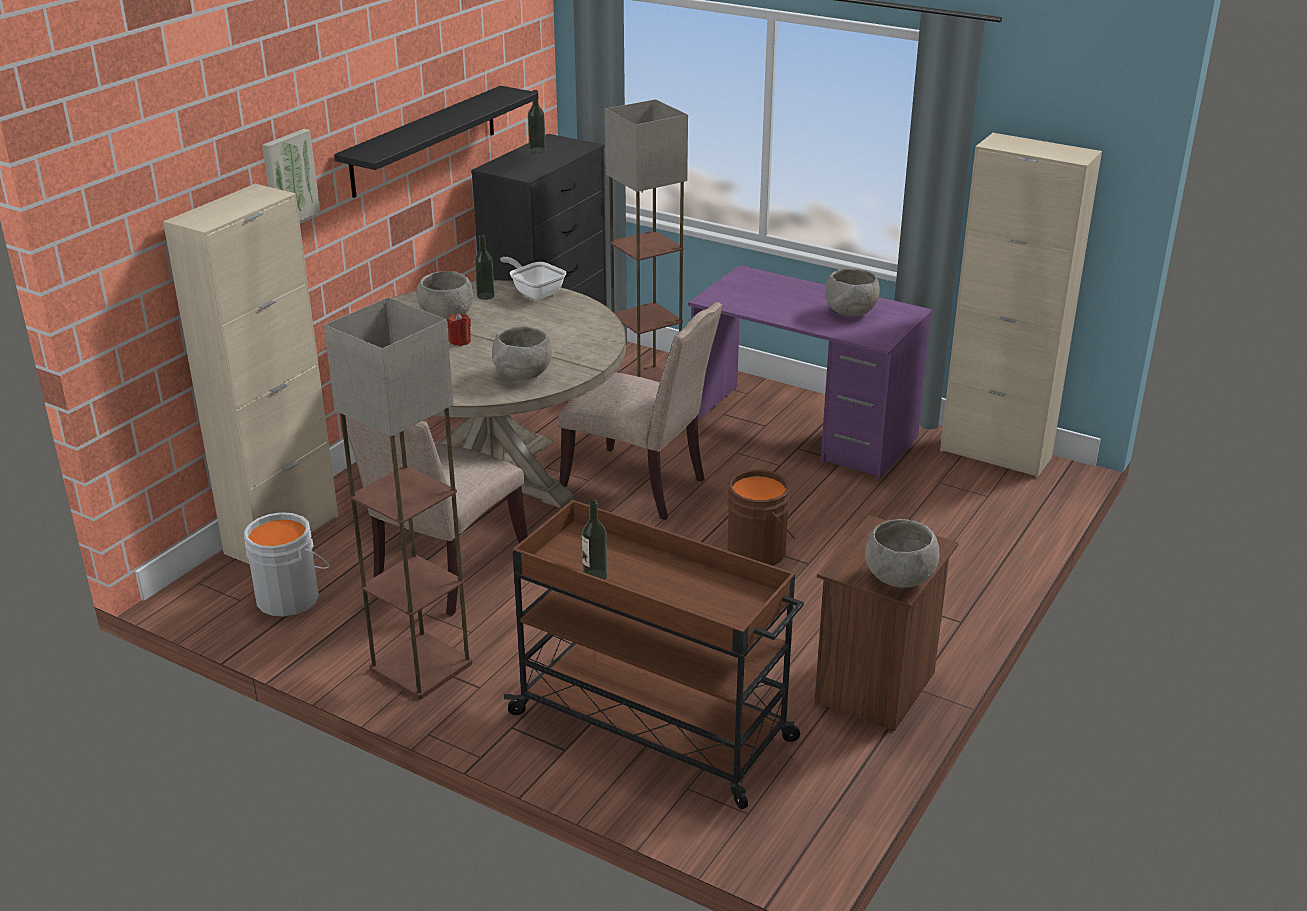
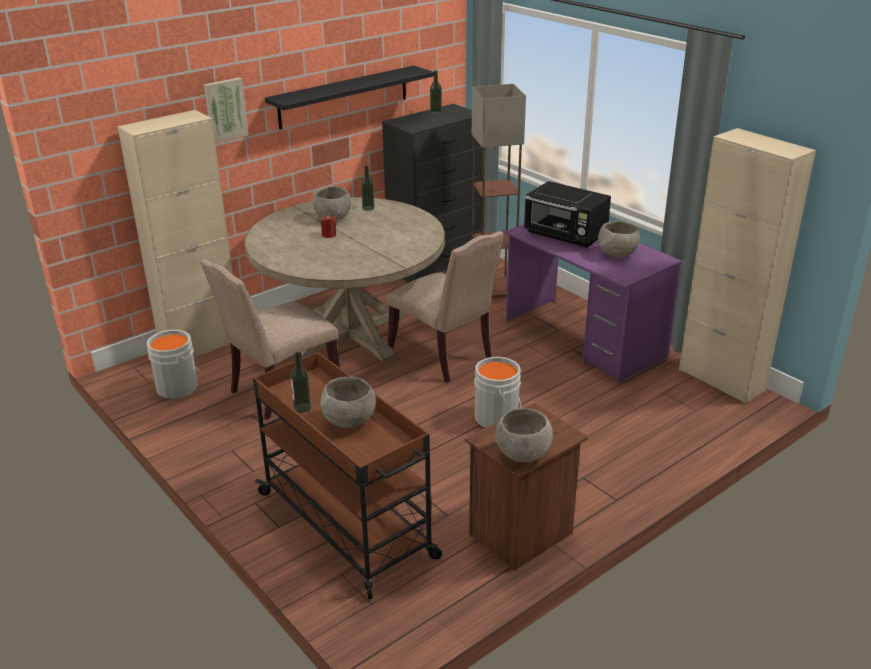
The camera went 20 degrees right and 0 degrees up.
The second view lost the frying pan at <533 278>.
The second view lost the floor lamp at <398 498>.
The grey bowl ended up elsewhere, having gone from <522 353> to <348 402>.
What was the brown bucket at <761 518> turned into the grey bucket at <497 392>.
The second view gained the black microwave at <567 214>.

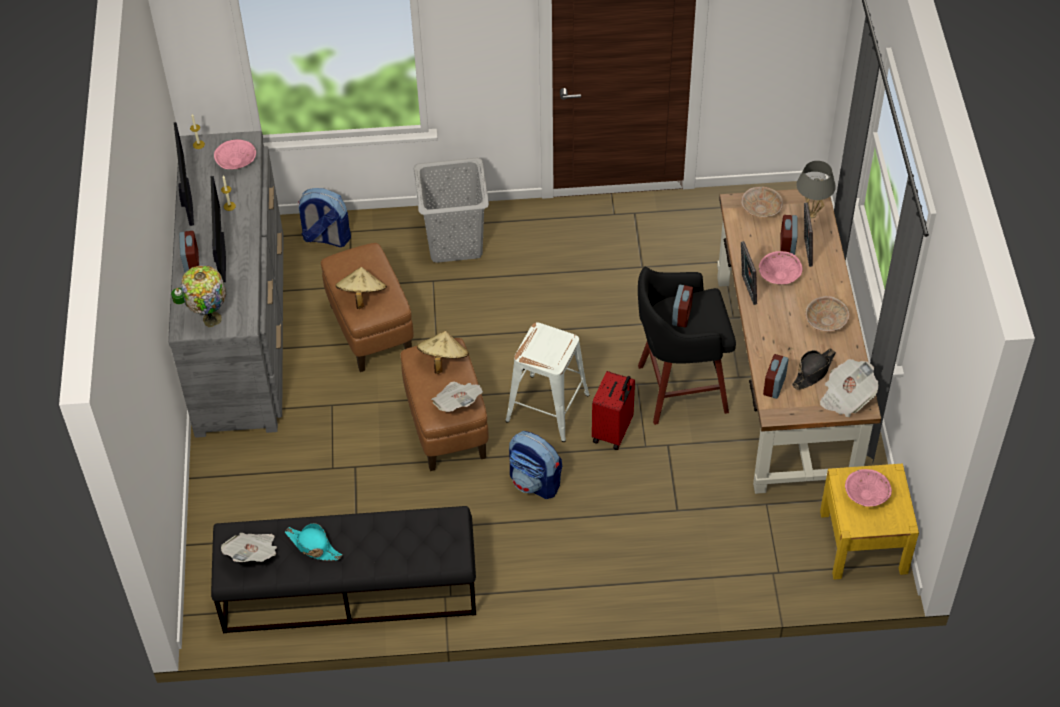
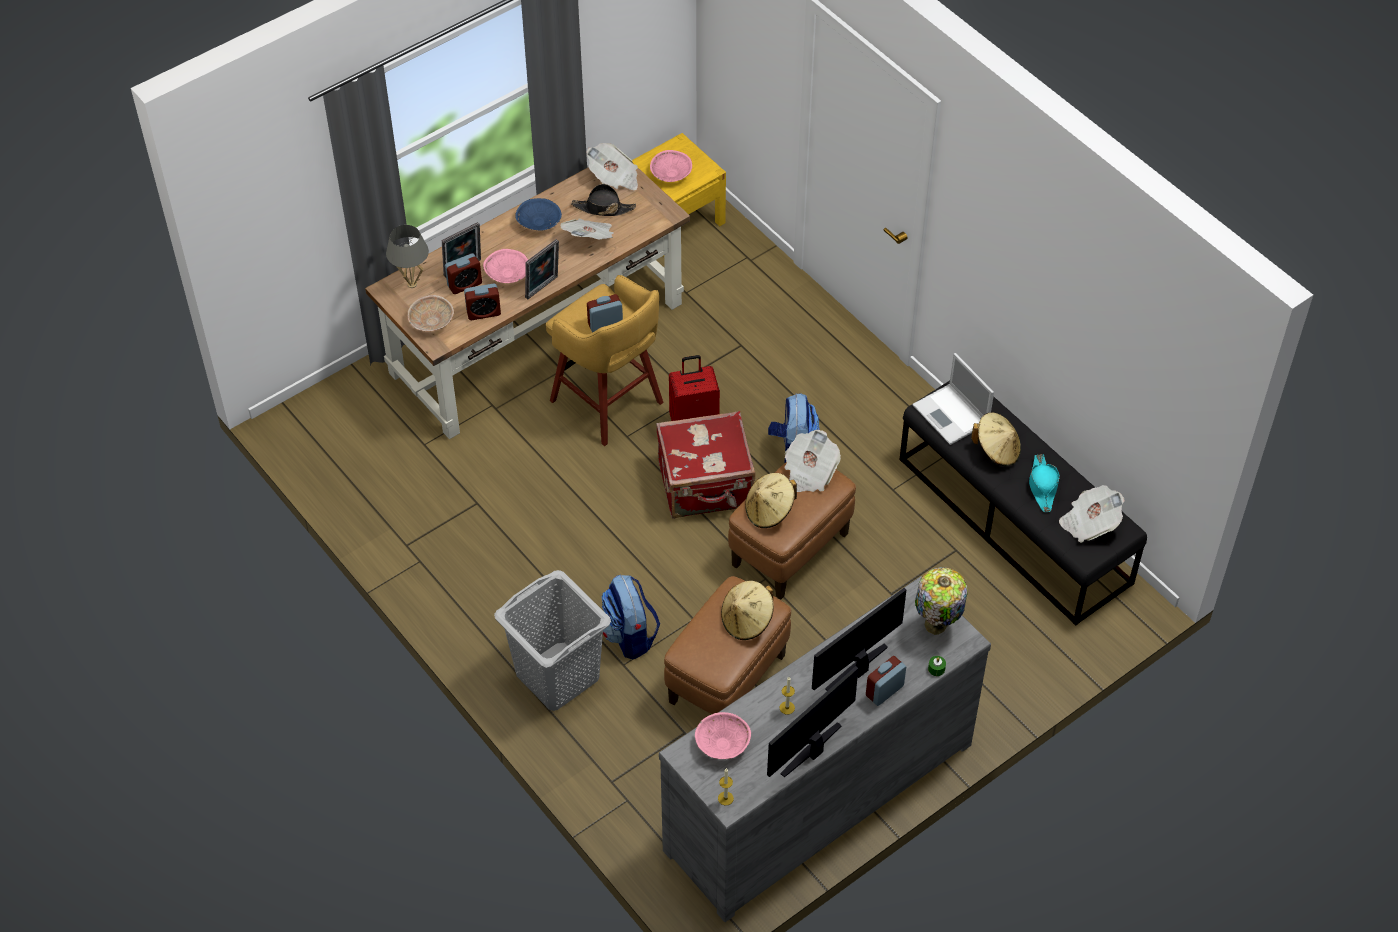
The camera went 125 degrees left and 0 degrees up.
The backpack ended up elsewhere, having gone from <324 217> to <631 617>.
What was the black stool at <687 346> turned into the yellow stool at <604 360>.
What was the beige bowl at <827 314> turned into the blue bowl at <538 214>.
Where the white stool stood at <547 382>, the red suitcase came to stand at <706 465>.
The alarm clock ended up elsewhere, having gone from <775 376> to <482 301>.
The second view gained the newspaper at <587 229>.
The second view gained the laptop at <953 399>.
The second view gained the beige hat at <996 439>.

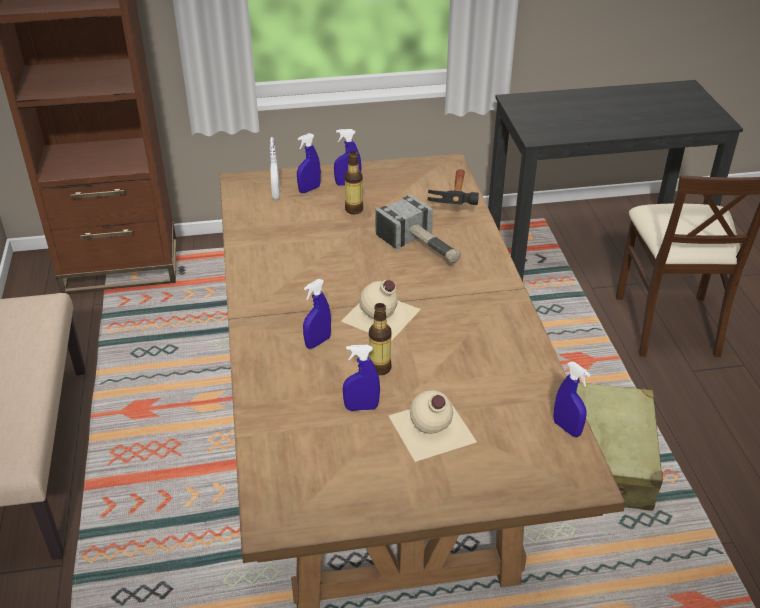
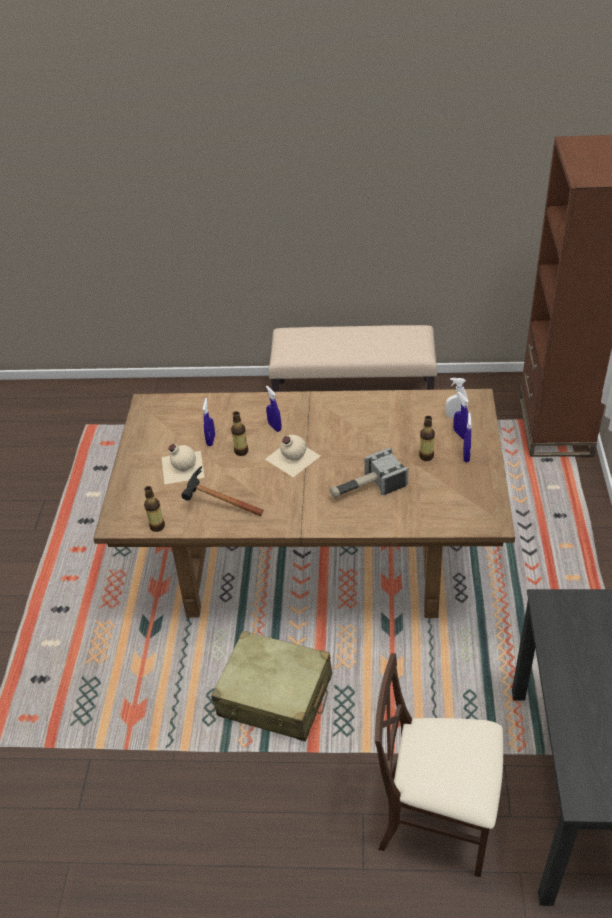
The camera went 105 degrees right and 5 degrees up.
The hammer ended up elsewhere, having gone from <453 187> to <222 491>.
Where the blue spray bottle stood at <571 399>, the bottle came to stand at <154 509>.

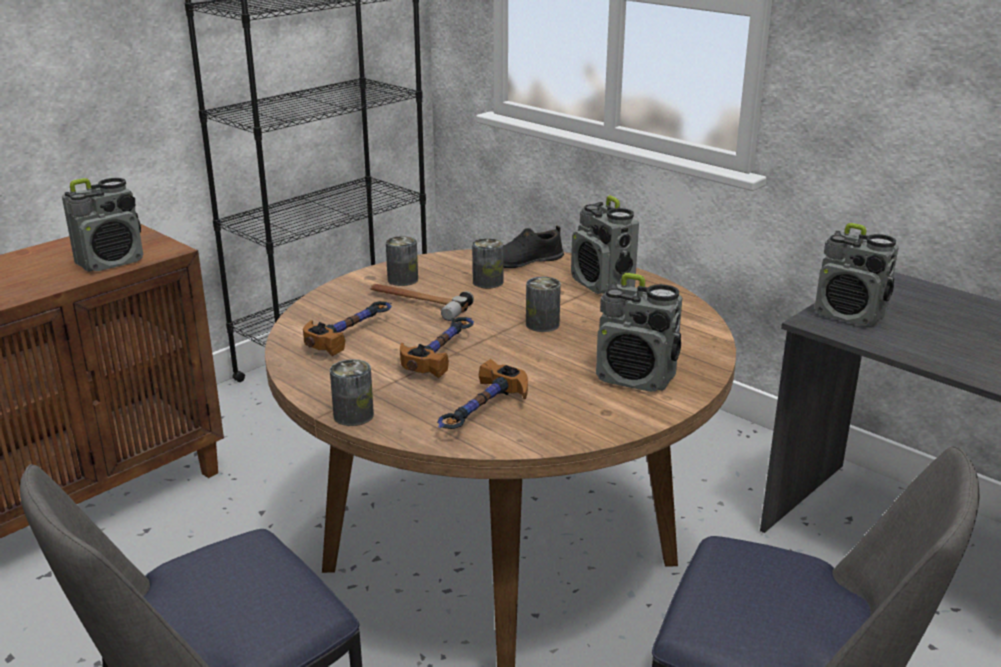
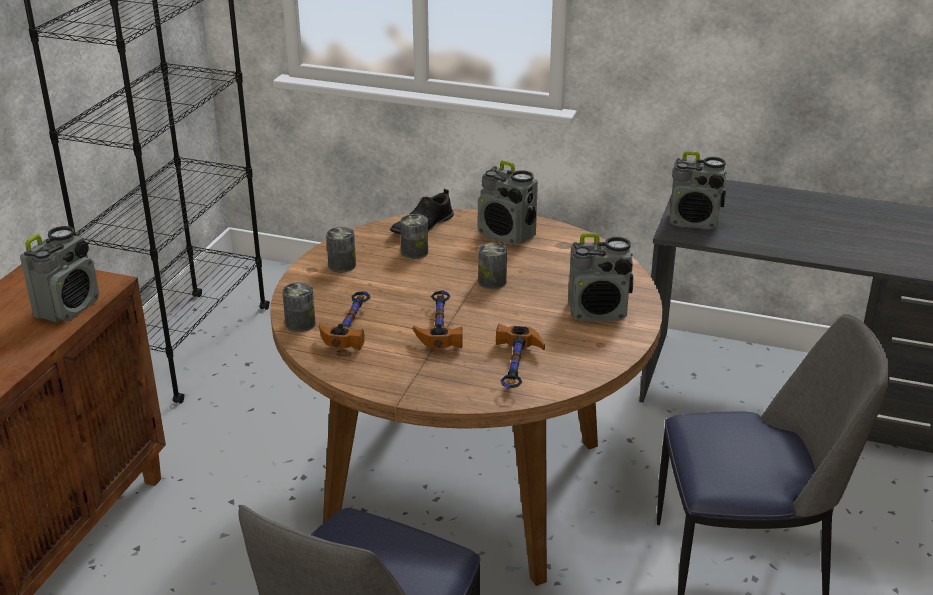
The camera went 25 degrees left and 5 degrees up.
The second view lost the hammer at <422 302>.
The can ended up elsewhere, having gone from <352 392> to <299 307>.

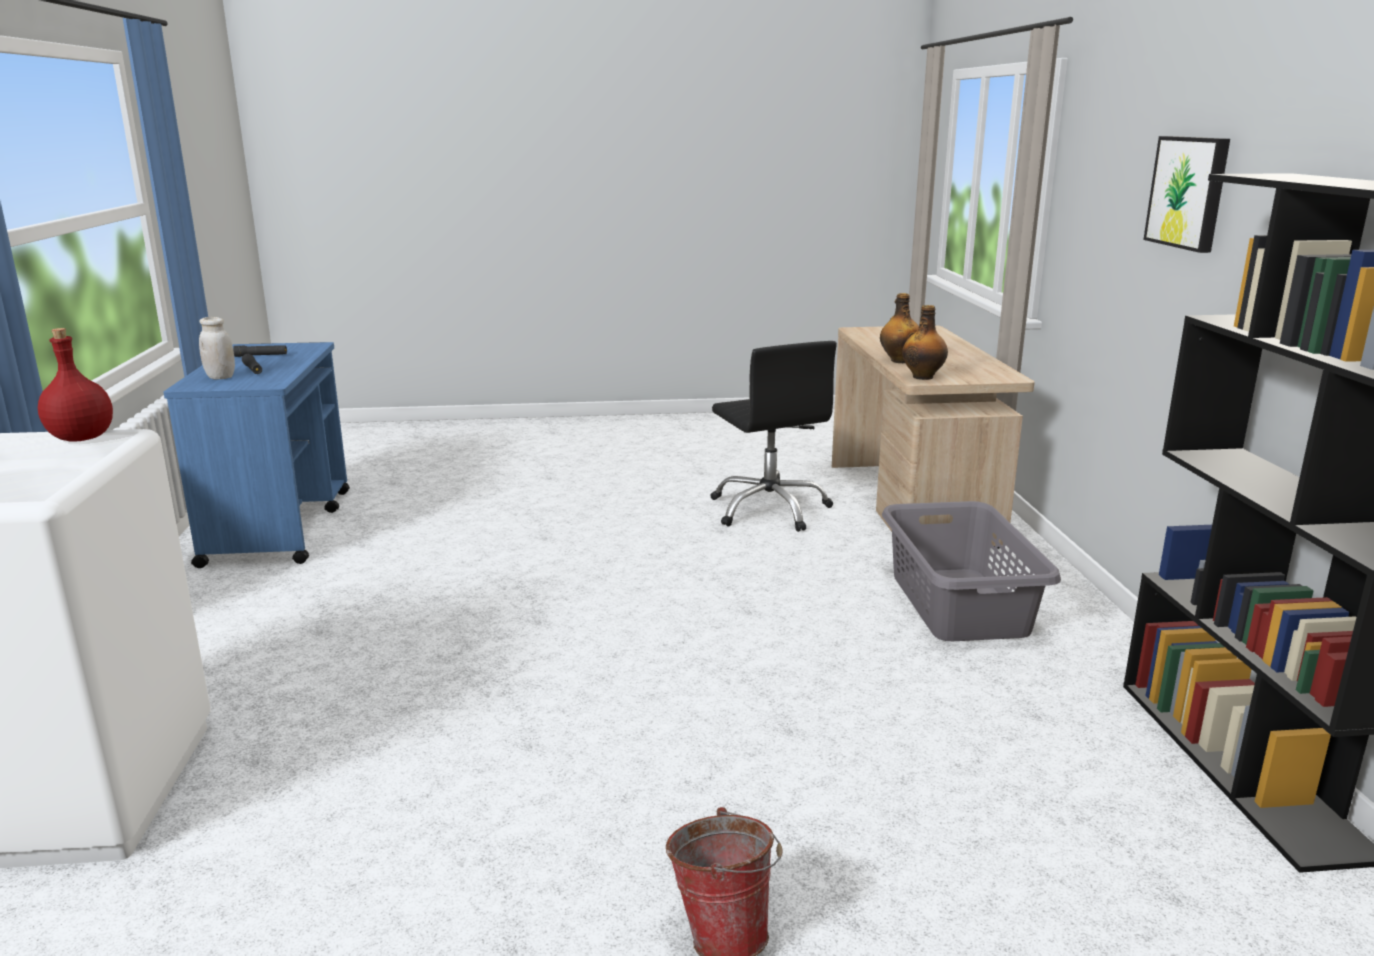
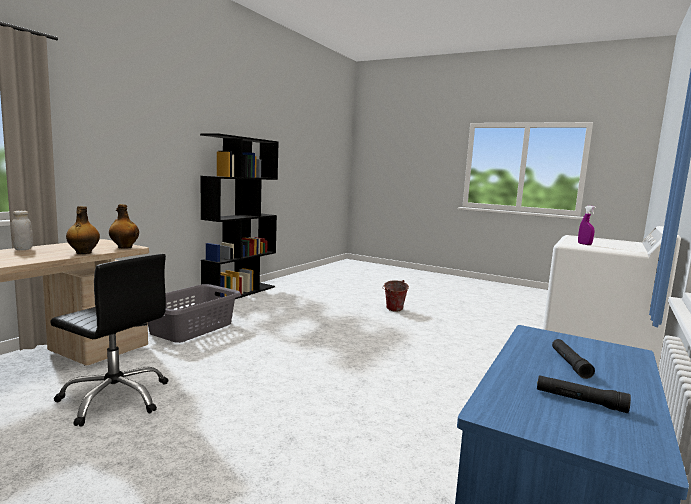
The camera went 145 degrees left and 10 degrees down.
The second view lost the picture at <1186 194>.
The white jar ended up elsewhere, having gone from <217 348> to <22 230>.
Where the red bottle stood at <75 385>, the purple spray bottle came to stand at <587 225>.
The black office chair at <774 436> ended up facing another way, 105 degrees clockwise from before.

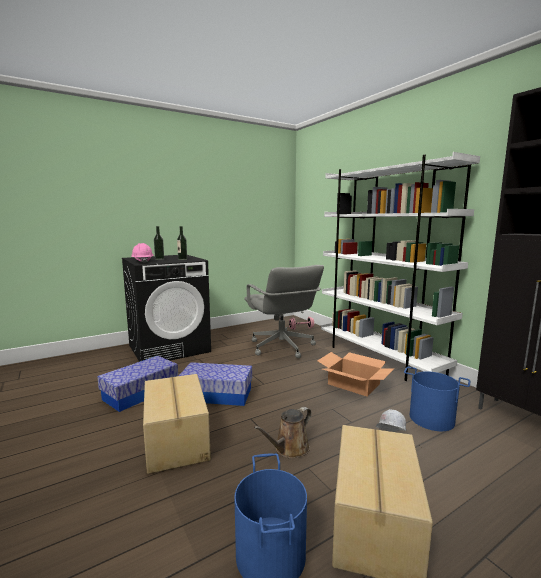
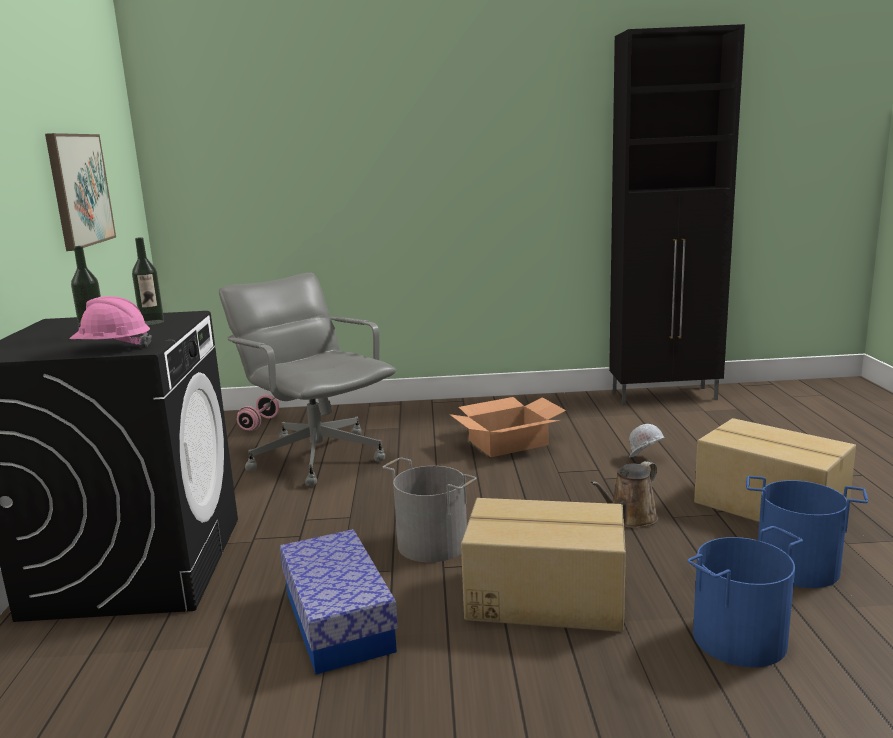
The camera went 60 degrees left and 5 degrees up.
The second view lost the white bookcase at <400 266>.
The grey office chair at <284 311> ended up facing another way, 135 degrees counterclockwise from before.
Where the storage box stood at <215 384>, the grey bucket came to stand at <430 509>.
The blue bucket ended up elsewhere, having gone from <437 399> to <745 596>.
The brown watering can at <283 432> ended up facing another way, 60 degrees clockwise from before.
The second view gained the picture at <80 192>.

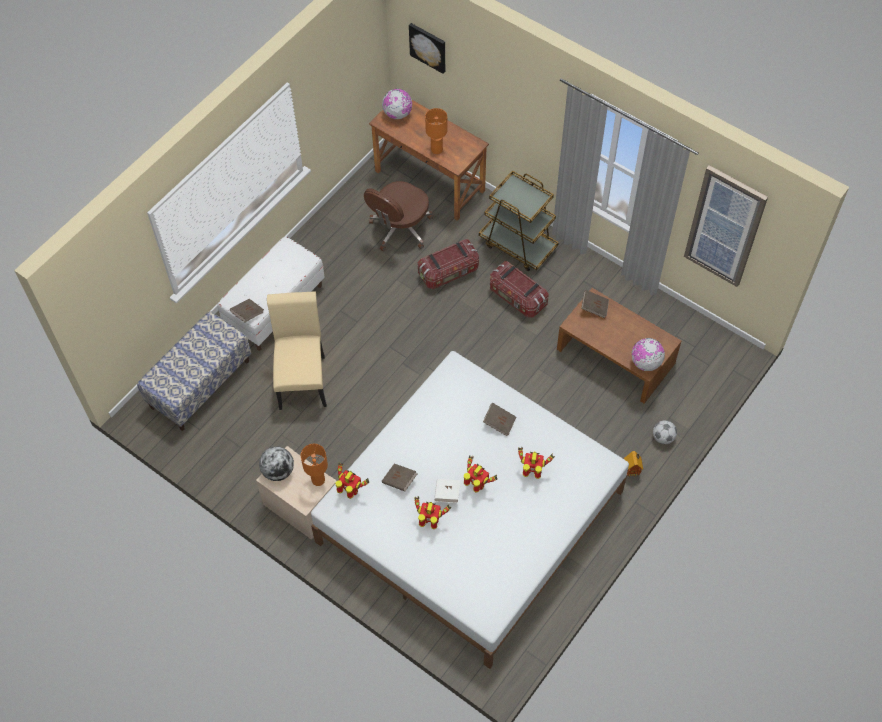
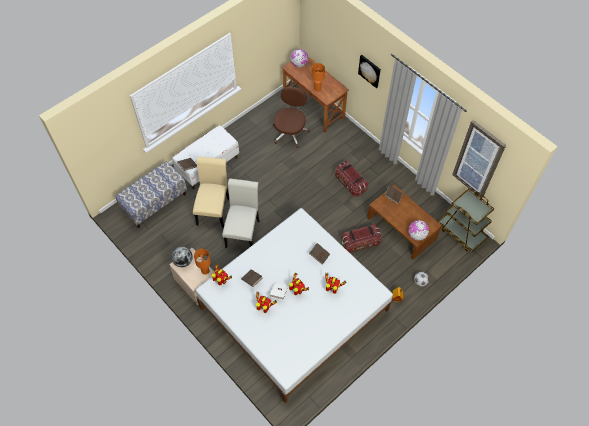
The camera went 10 degrees right and 0 degrees up.
The picture ended up elsewhere, having gone from <427 48> to <369 71>.
The brown cart ended up elsewhere, having gone from <519 221> to <466 220>.
The brown office chair at <398 216> ended up facing another way, 150 degrees clockwise from before.
The storage box ended up elsewhere, having gone from <448 264> to <361 238>.
The second view gained the white chair at <241 213>.

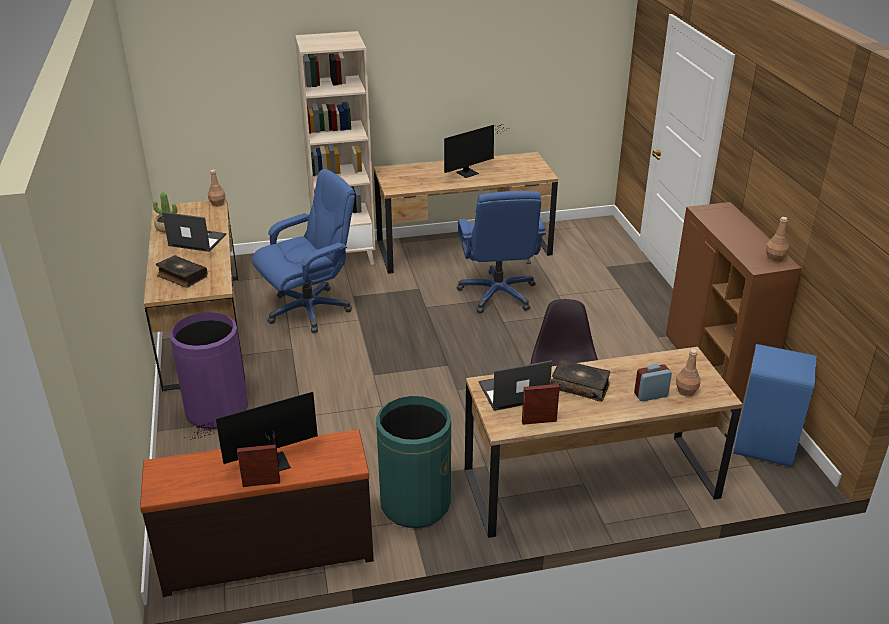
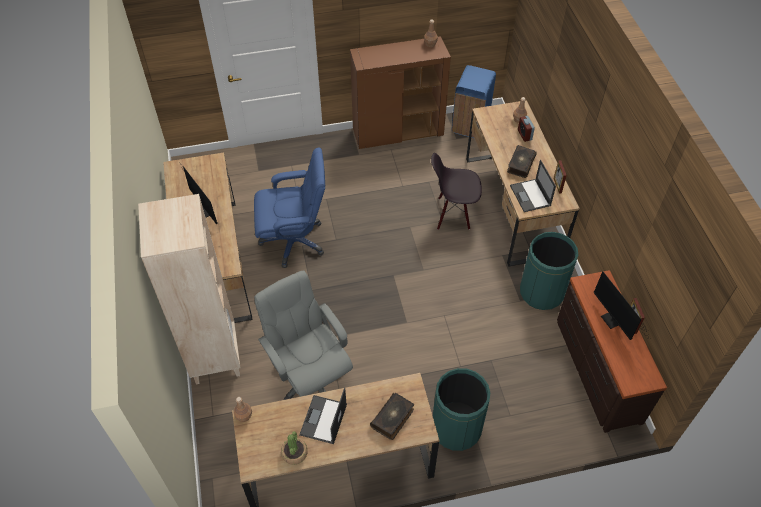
The camera went 90 degrees left and 20 degrees up.
What was the blue office chair at <303 251> turned into the grey office chair at <303 335>.
What was the purple trash can at <209 370> turned into the green trash can at <461 409>.

